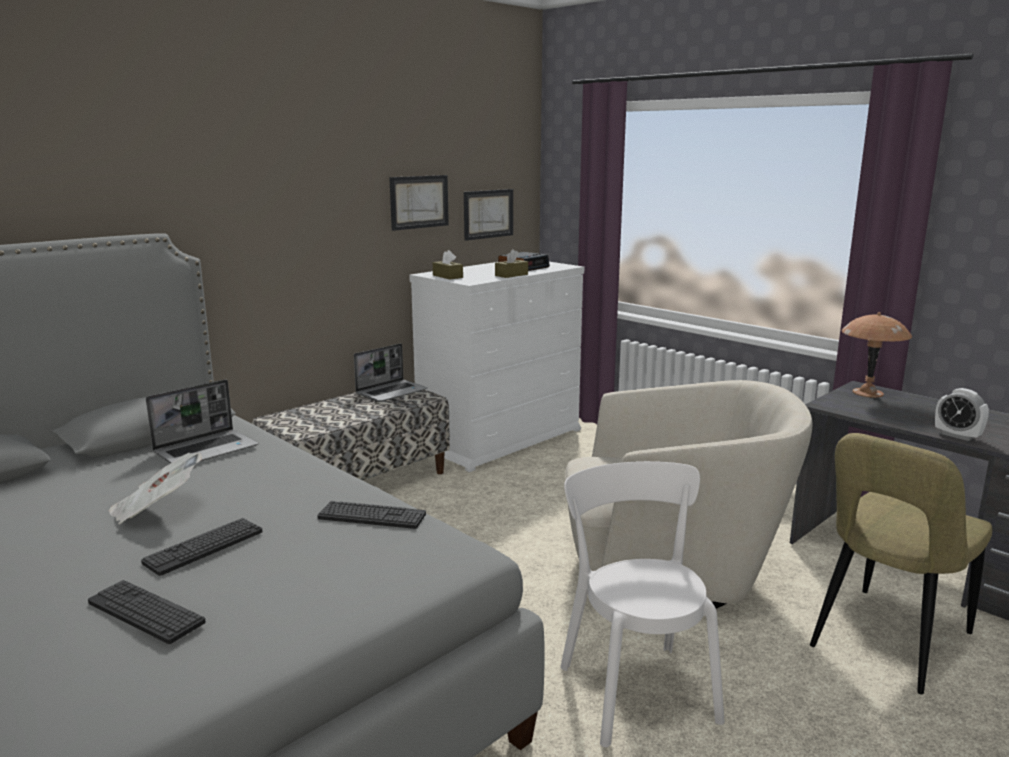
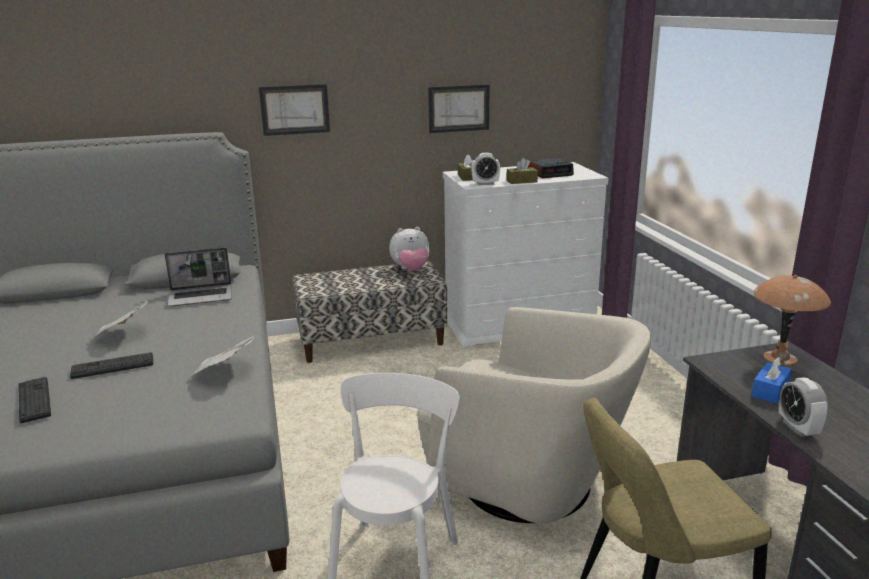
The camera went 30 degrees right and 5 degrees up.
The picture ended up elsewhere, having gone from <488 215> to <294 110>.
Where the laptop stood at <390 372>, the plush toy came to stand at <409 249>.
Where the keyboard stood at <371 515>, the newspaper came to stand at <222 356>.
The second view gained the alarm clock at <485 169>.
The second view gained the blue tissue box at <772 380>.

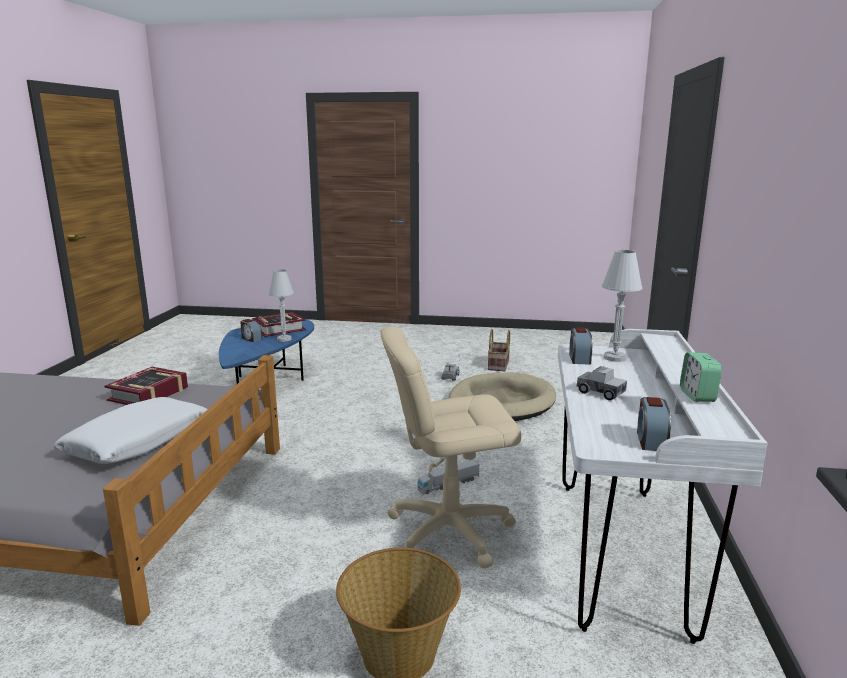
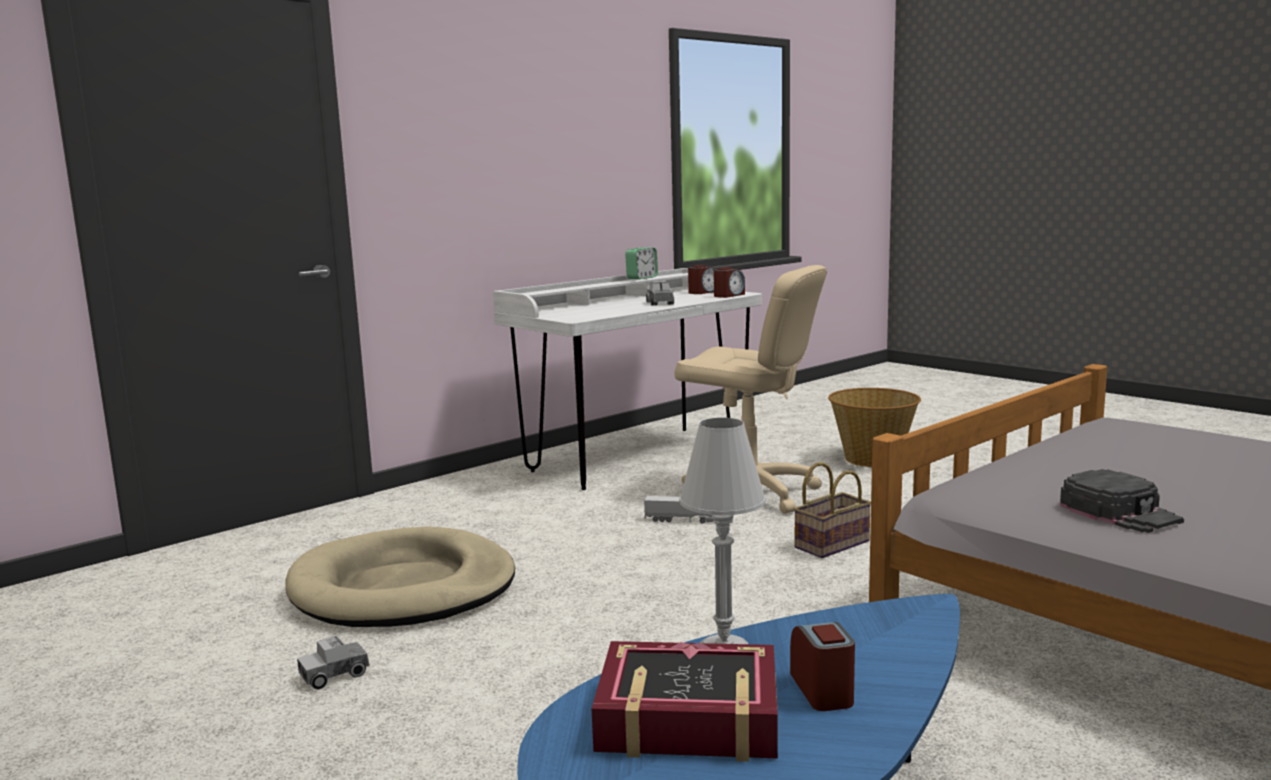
The camera went 140 degrees left and 5 degrees down.
The second view lost the white table lamp at <622 306>.
The alarm clock ended up elsewhere, having gone from <580 346> to <729 282>.
The basket ended up elsewhere, having gone from <499 350> to <832 510>.
Where the book stood at <146 386>, the black cap came to stand at <1122 501>.
The second view lost the white pillow at <130 430>.

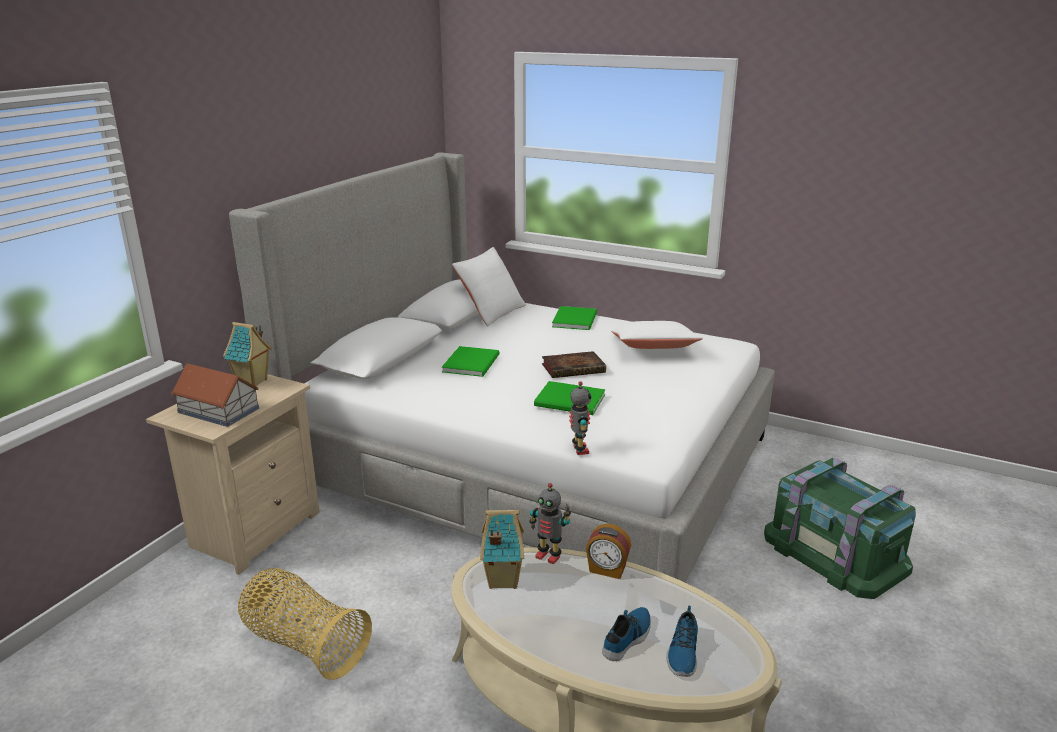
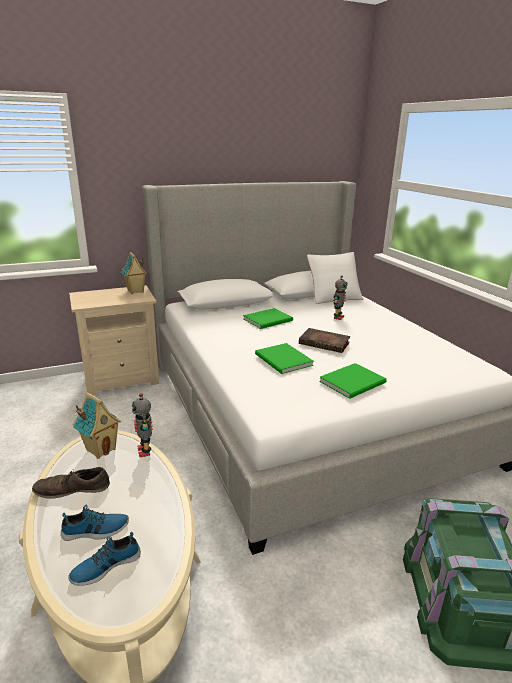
The camera went 40 degrees right and 0 degrees up.
The green book ended up elsewhere, having gone from <574 318> to <353 381>.
The second view lost the white pillow at <657 335>.
The second view lost the toy house at <215 395>.
The toy robot ended up elsewhere, having gone from <580 418> to <340 297>.
The second view lost the alarm clock at <608 551>.
The second view lost the basket at <305 624>.
The second view gained the brown shoe at <71 483>.

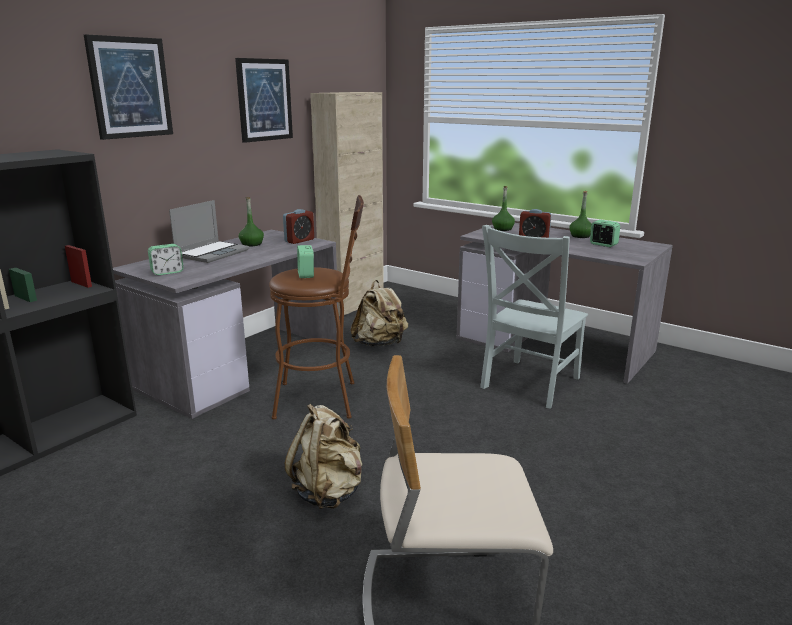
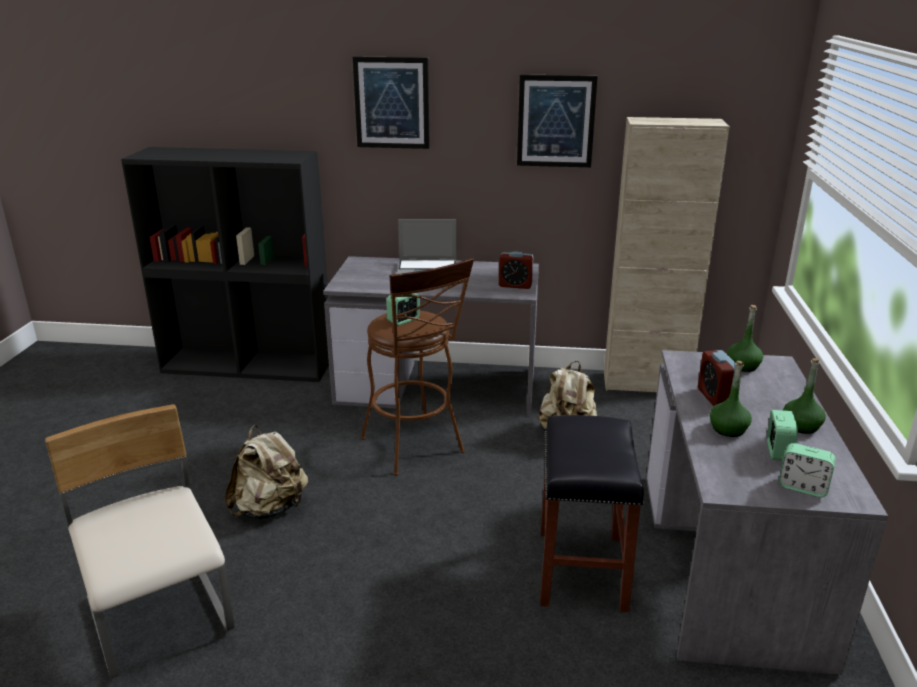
The camera went 60 degrees right and 5 degrees up.
The green bottle ended up elsewhere, having gone from <251 222> to <731 399>.
Where the grey chair stood at <534 317>, the black stool came to stand at <592 513>.
The alarm clock ended up elsewhere, having gone from <166 259> to <807 470>.

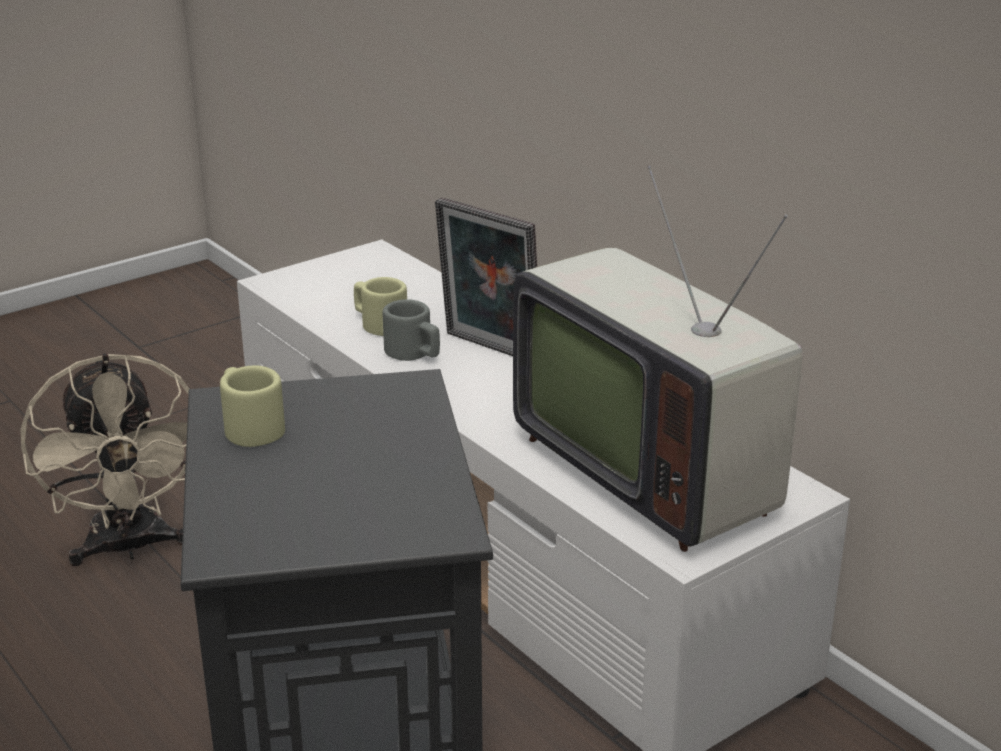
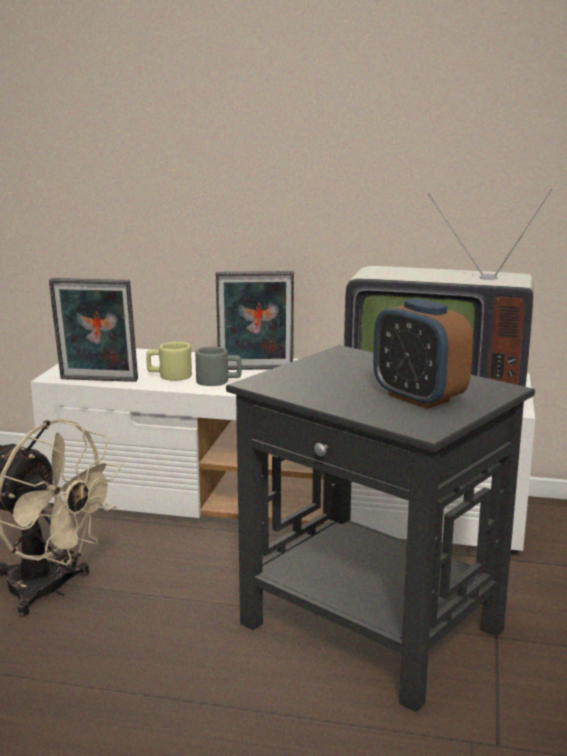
The camera went 40 degrees left and 10 degrees down.
The second view lost the beige mug at <252 406>.
The second view gained the picture frame at <93 330>.
The second view gained the alarm clock at <423 353>.

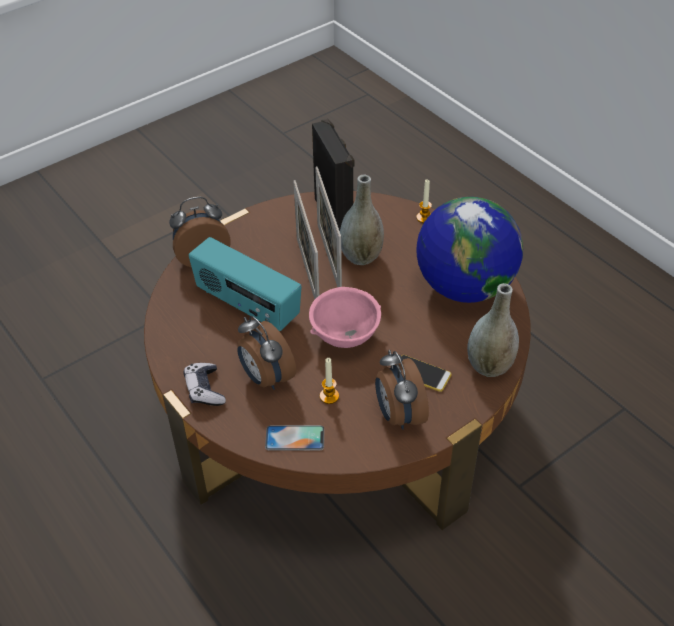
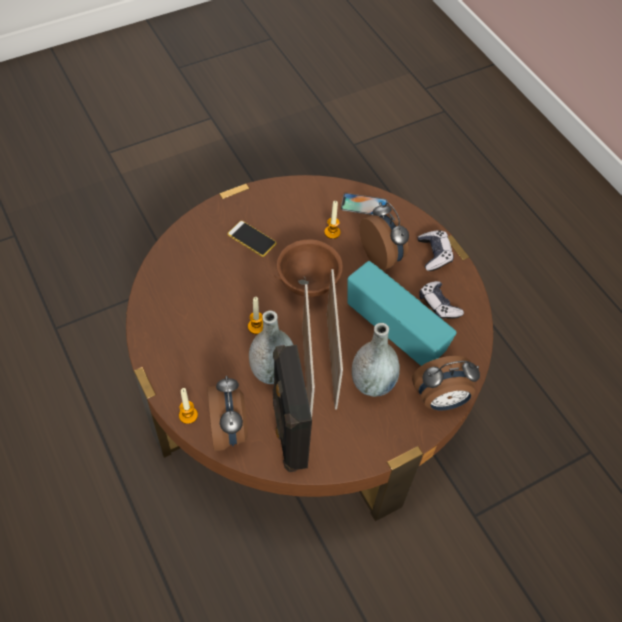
The camera went 175 degrees left and 10 degrees up.
The second view lost the globe at <469 250>.
The grey vase ended up elsewhere, having gone from <493 330> to <376 360>.
What was the pink bowl at <345 317> turned into the brown bowl at <308 268>.
The alarm clock ended up elsewhere, having gone from <402 390> to <228 413>.
The second view gained the game controller at <441 300>.
The second view gained the candle at <255 315>.

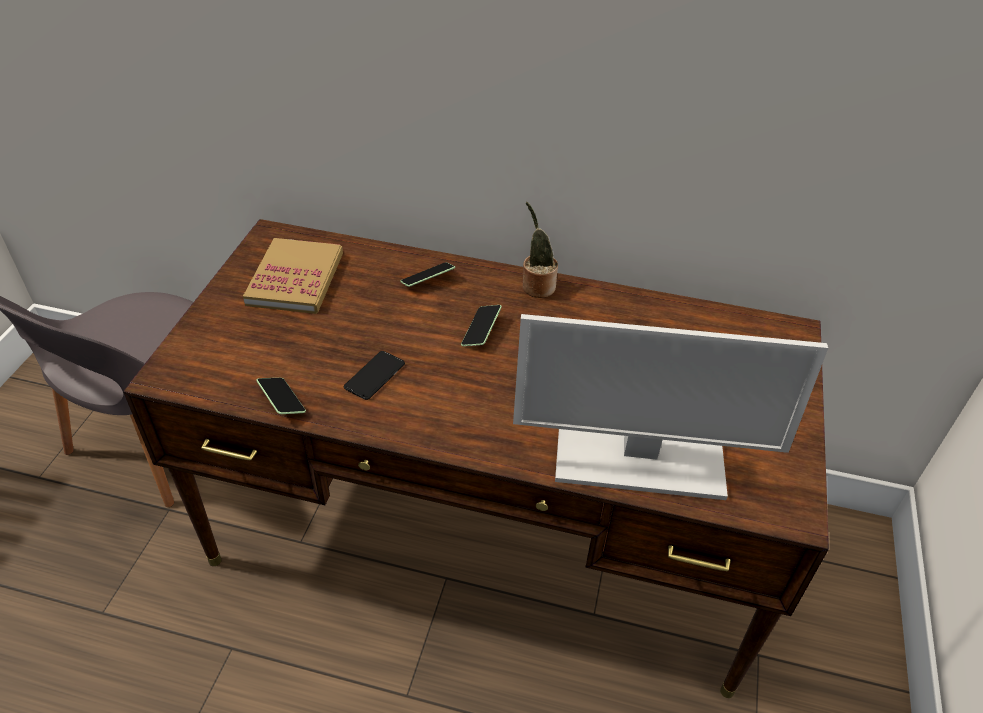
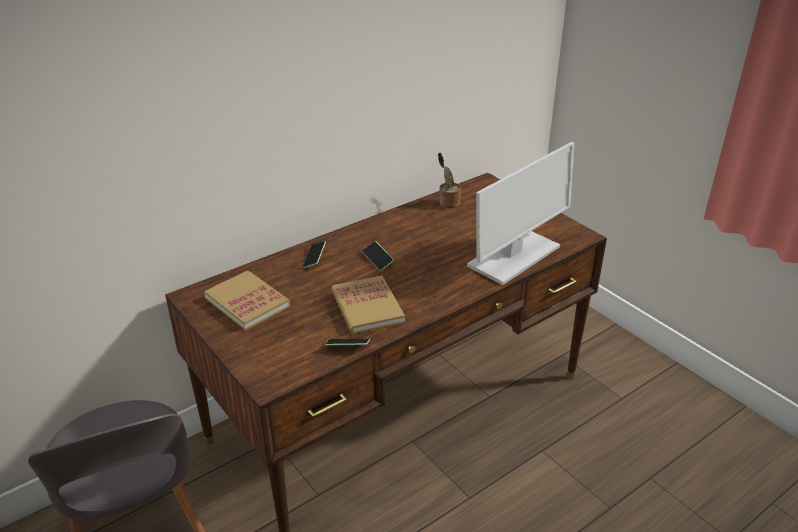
The camera went 50 degrees left and 10 degrees down.
The potted plant ended up elsewhere, having gone from <540 250> to <449 180>.
Where the phone stood at <374 375>, the book came to stand at <368 305>.

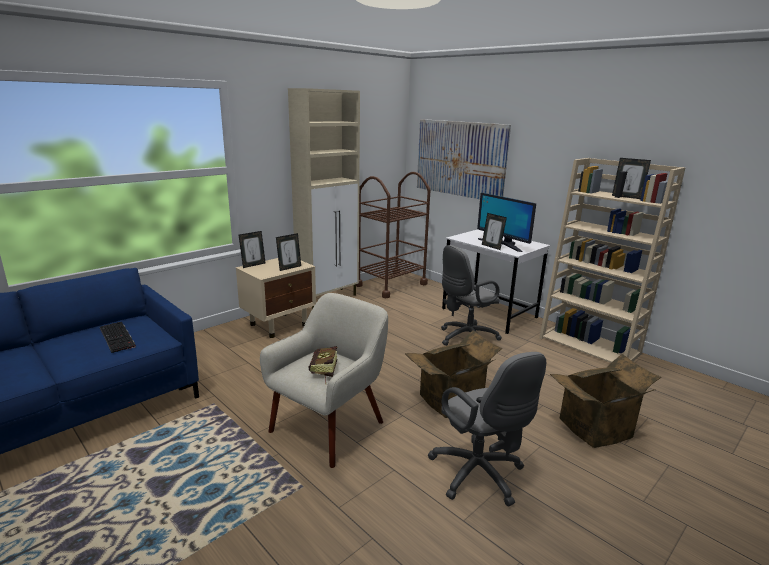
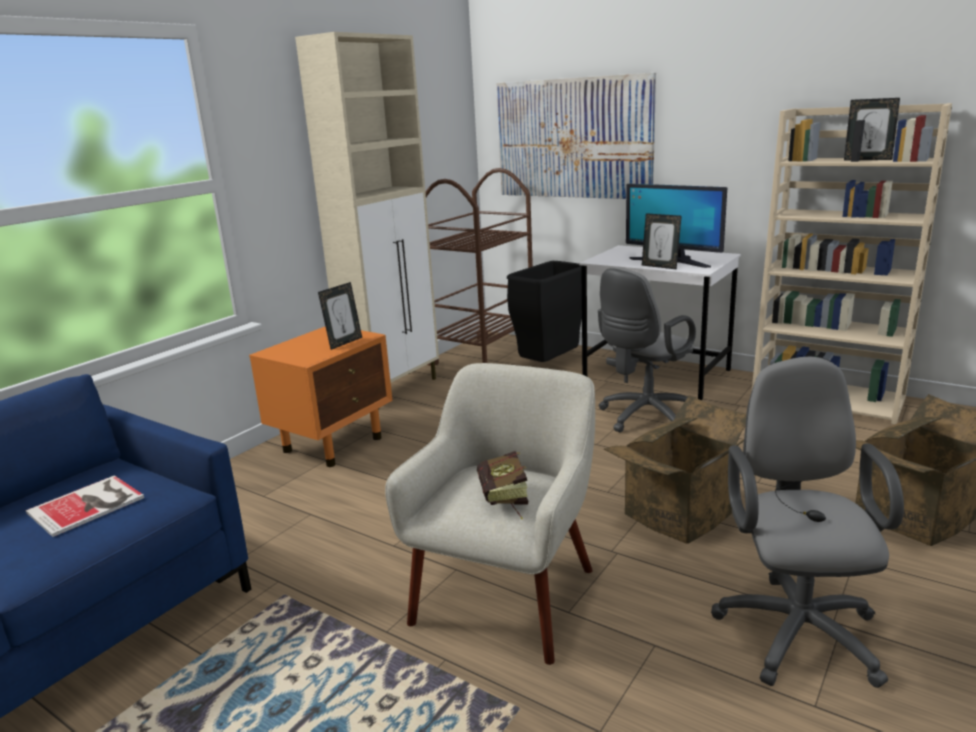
The camera went 10 degrees left and 0 degrees up.
The second view lost the picture frame at <252 249>.
What was the beige nightstand at <276 298> turned into the orange nightstand at <321 396>.
Where the keyboard stood at <118 337>, the book came to stand at <84 506>.
The grey office chair at <487 429> ended up facing another way, 135 degrees counterclockwise from before.
The second view gained the black trash can at <544 311>.

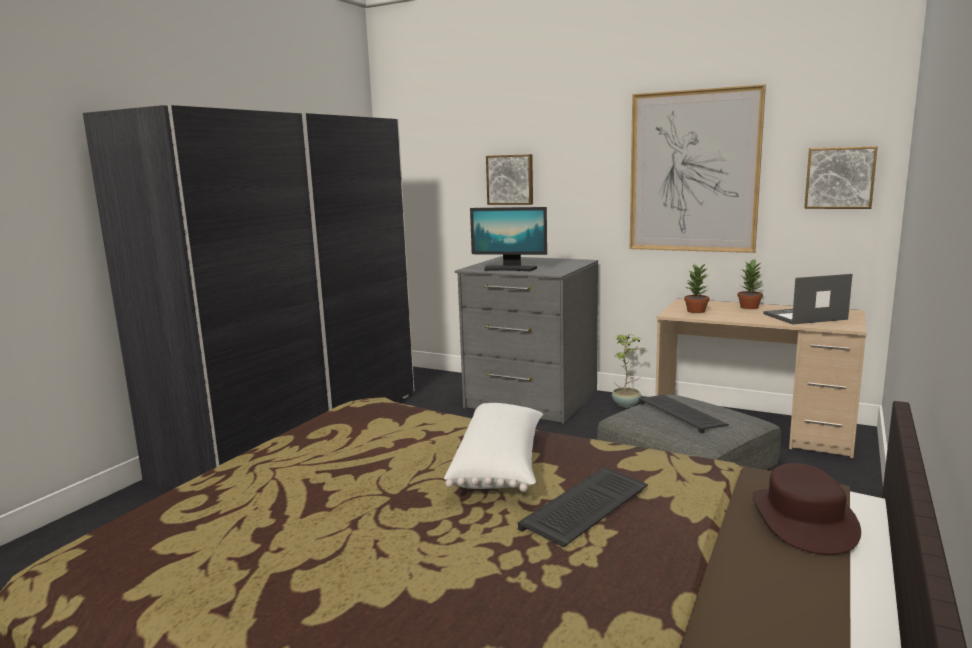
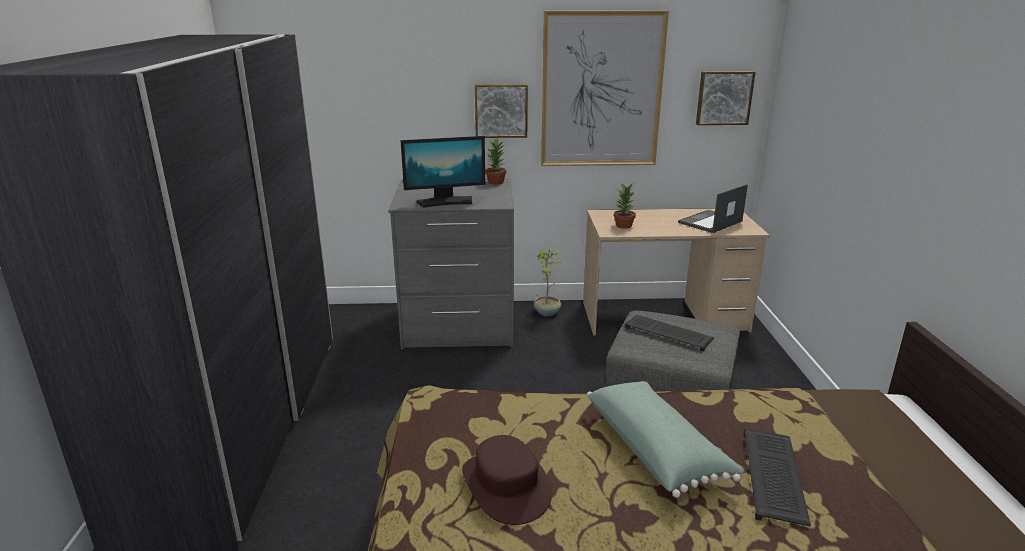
The camera went 30 degrees left and 10 degrees up.
The picture ended up elsewhere, having gone from <509 179> to <501 111>.
The potted plant ended up elsewhere, having gone from <750 284> to <495 161>.
What was the white pillow at <493 447> turned into the green pillow at <665 439>.
The brown hat ended up elsewhere, having gone from <806 509> to <507 480>.

